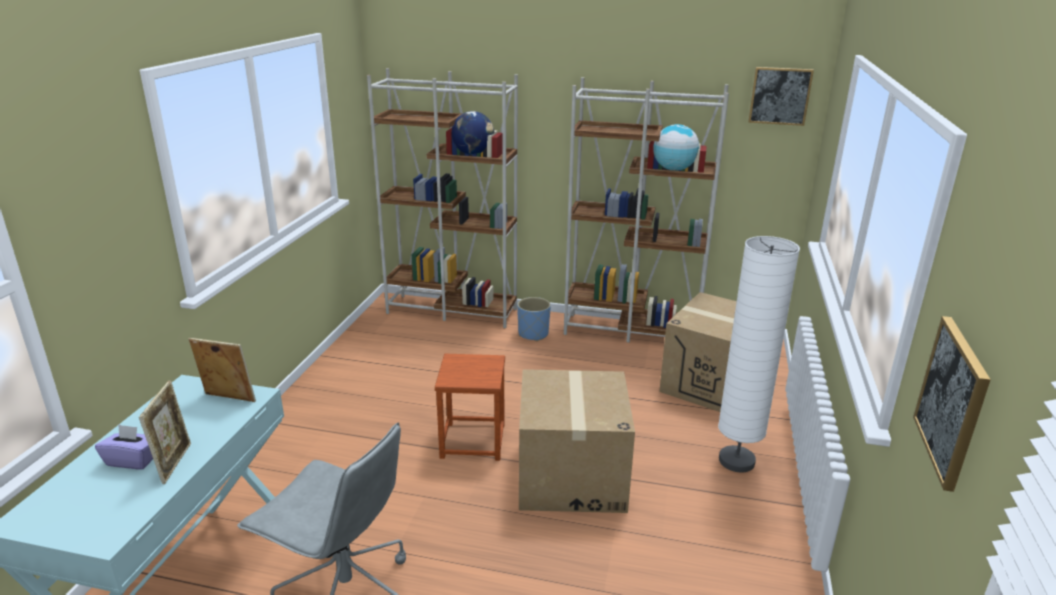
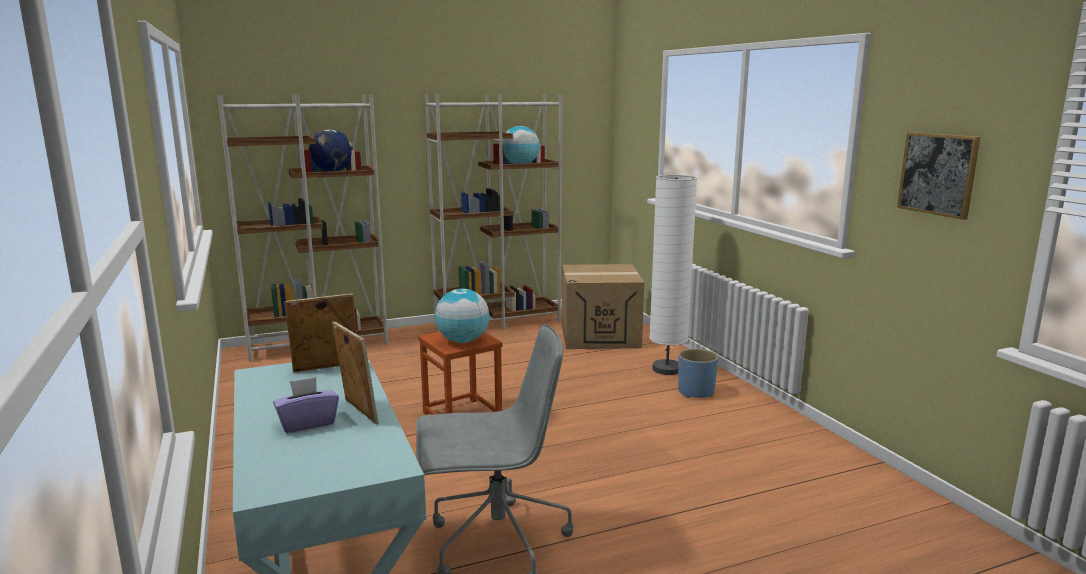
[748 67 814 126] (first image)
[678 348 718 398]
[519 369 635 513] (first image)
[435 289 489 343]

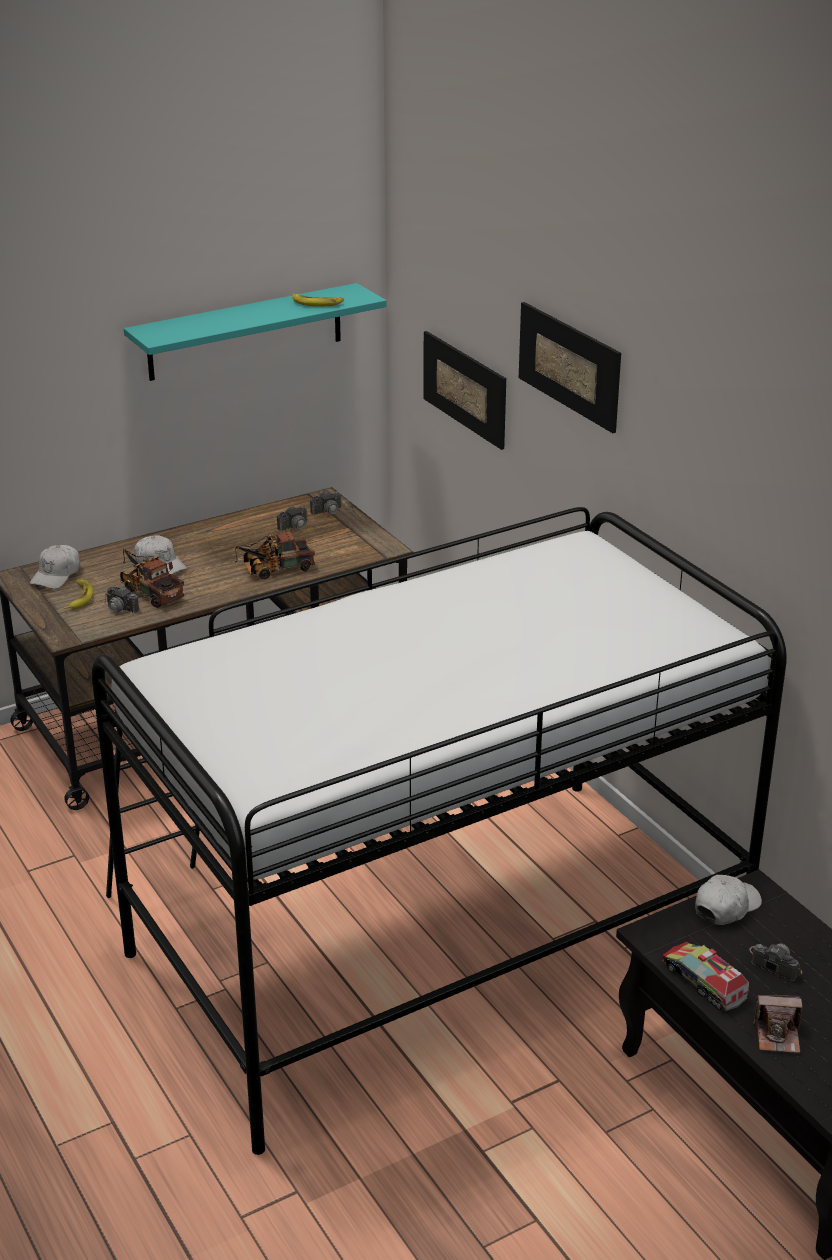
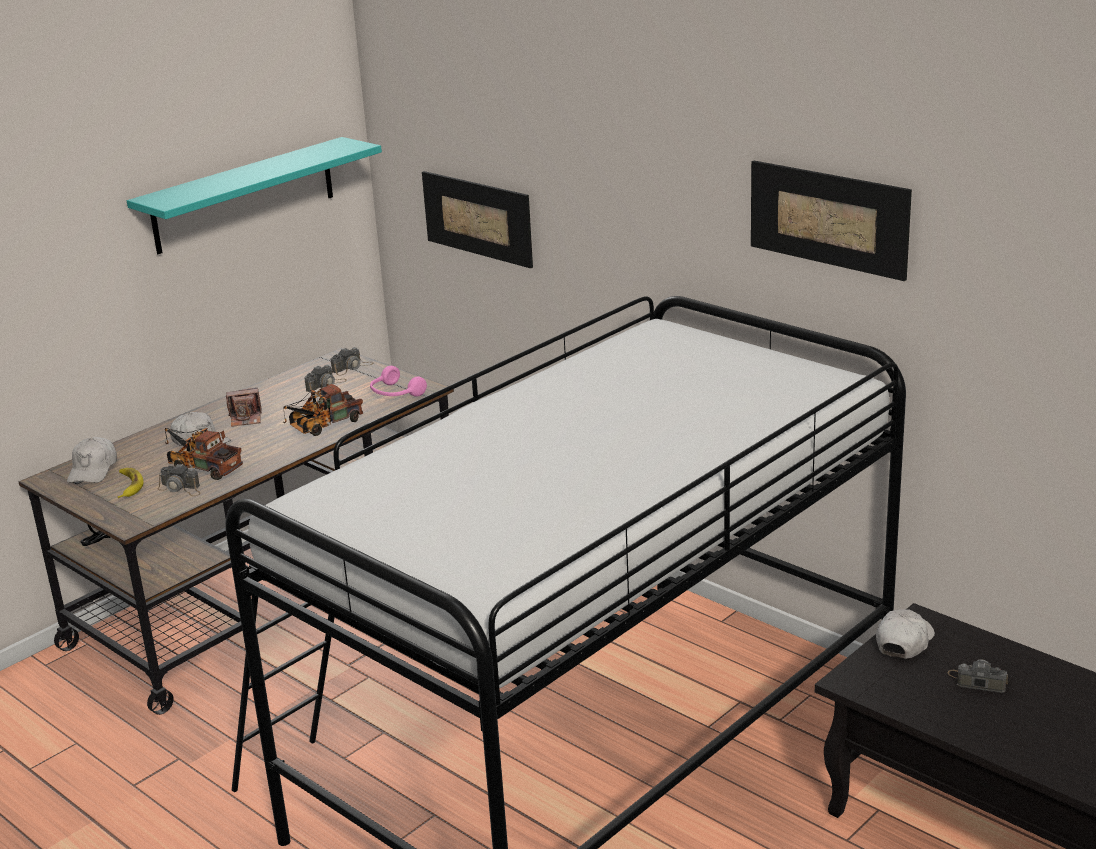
[292 293 344 306] (first image)
[751 161 912 281]
[662 942 749 1011] (first image)
[226 388 262 427]
[370 366 427 397]

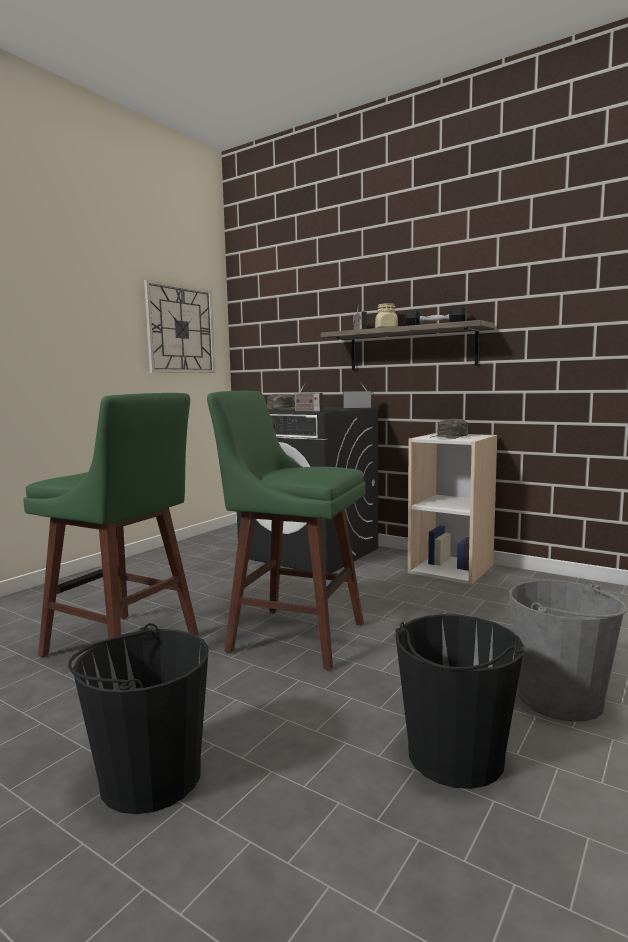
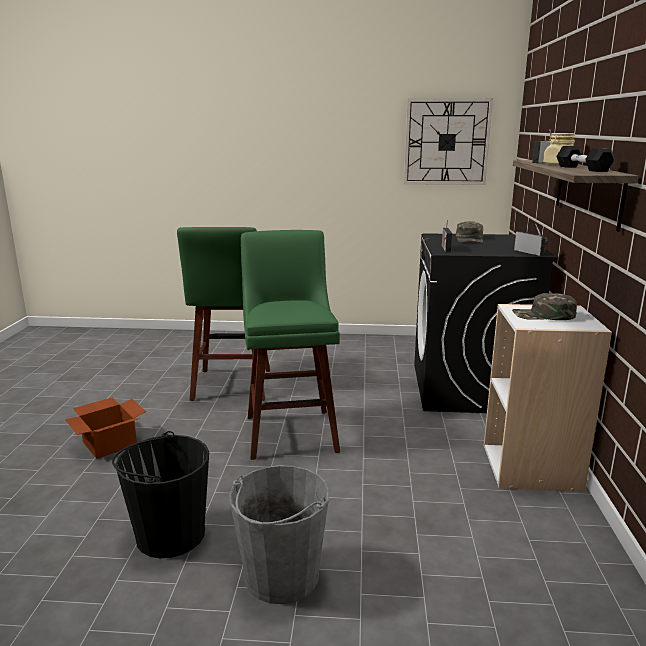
[65 397 146 459]

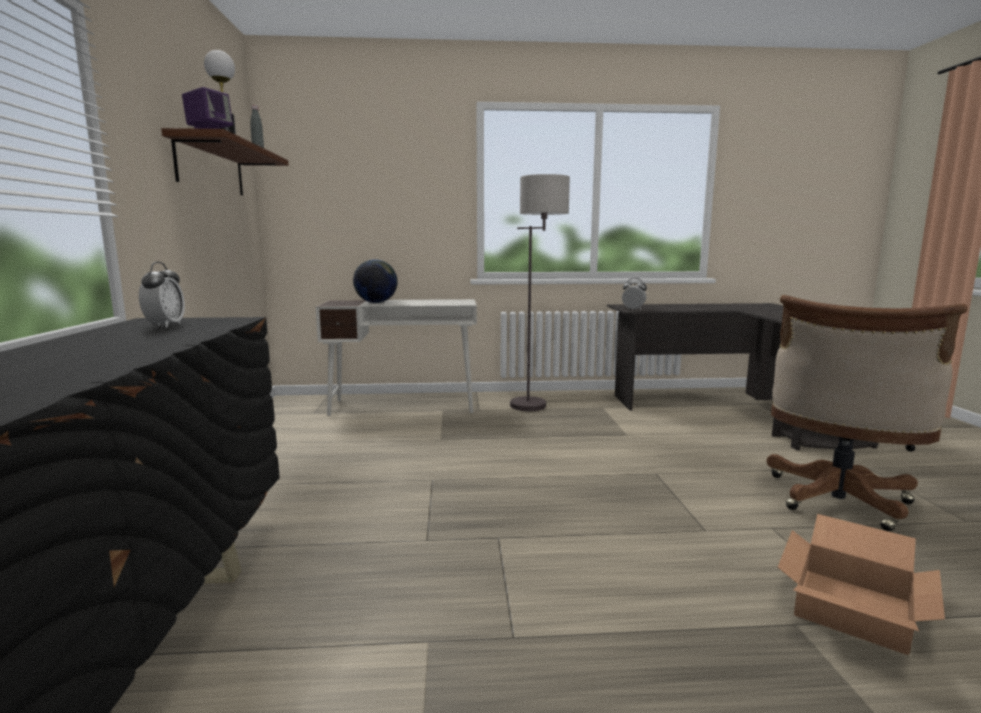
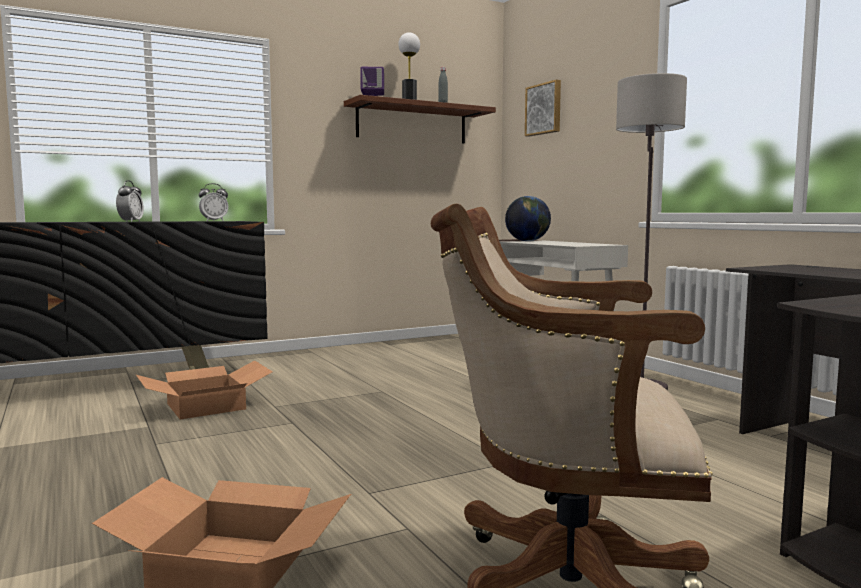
[116 180 144 222]
[525 80 561 136]
[136 360 273 420]

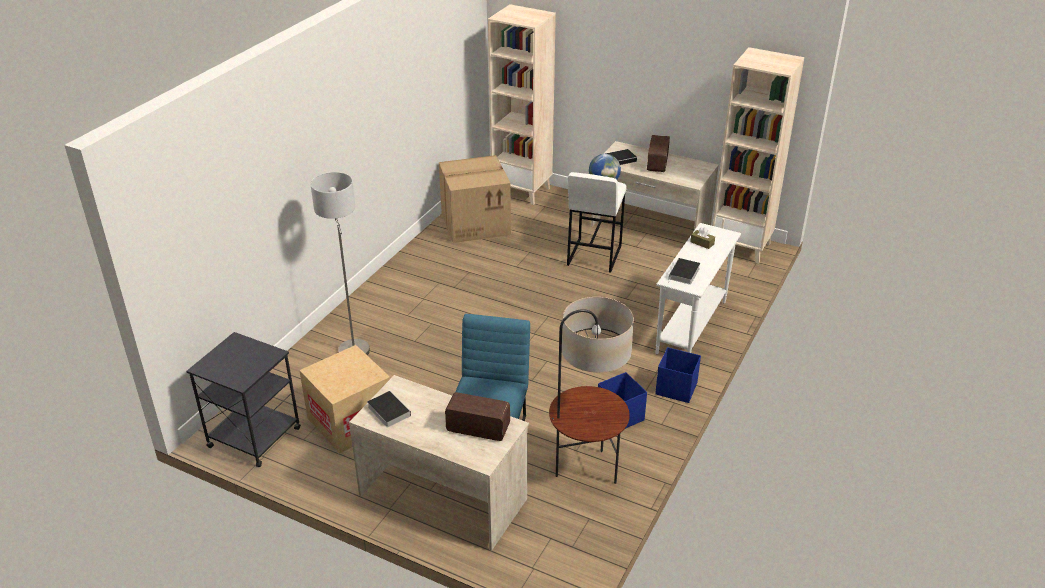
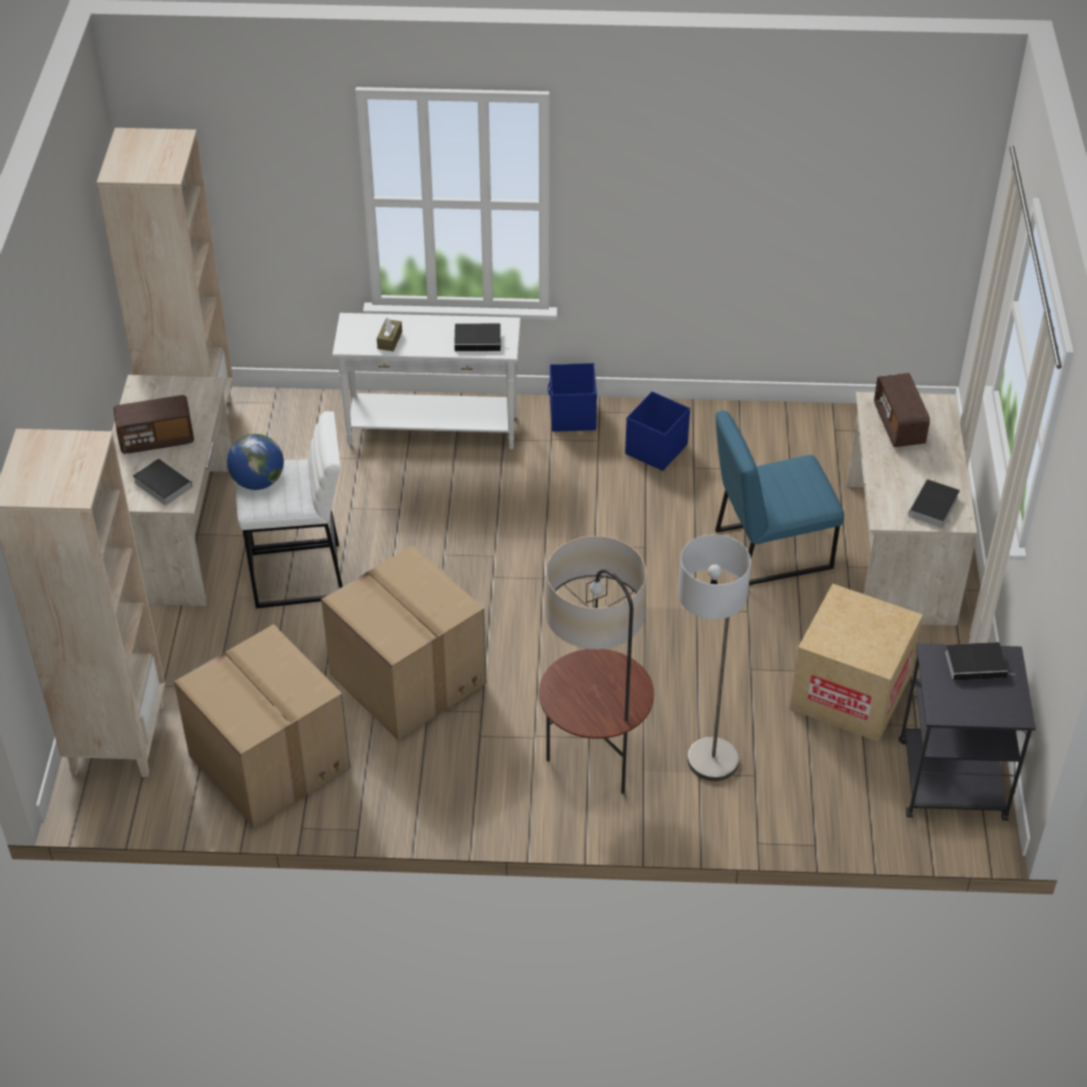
[539 536 654 794]
[321 545 487 740]
[945 642 1012 681]

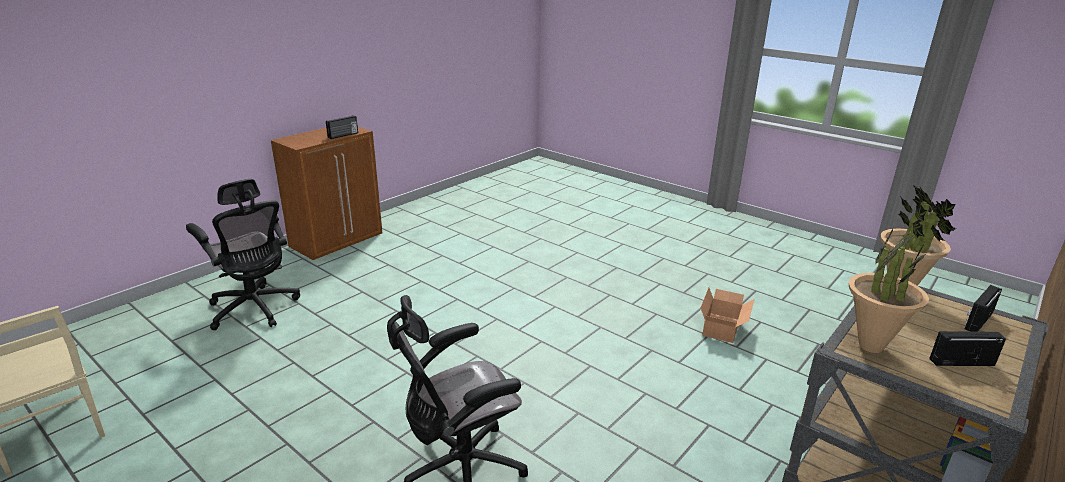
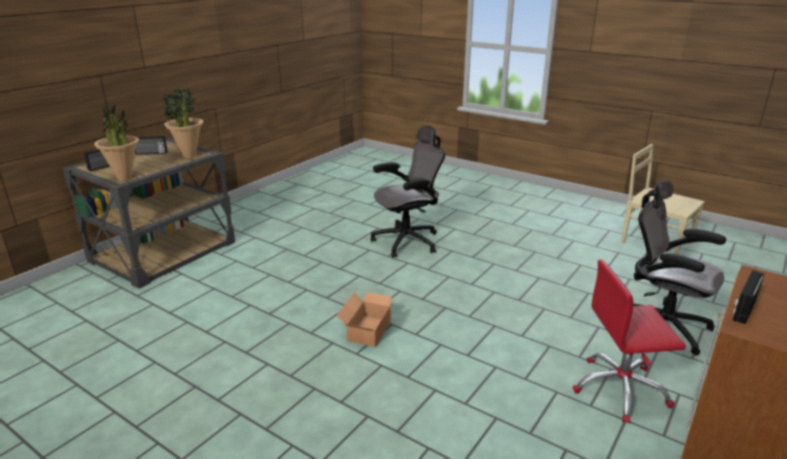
[337 292 395 347]
[572 260 686 423]

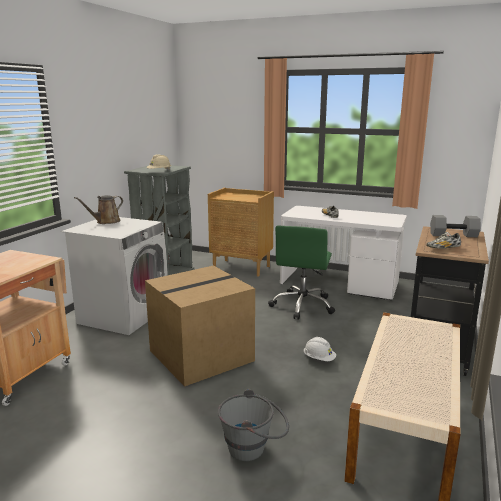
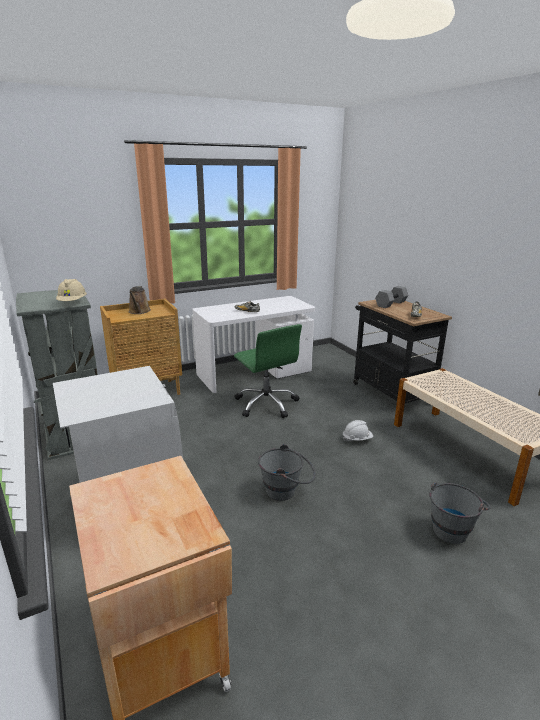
[129 286 151 314]
[258 444 316 501]

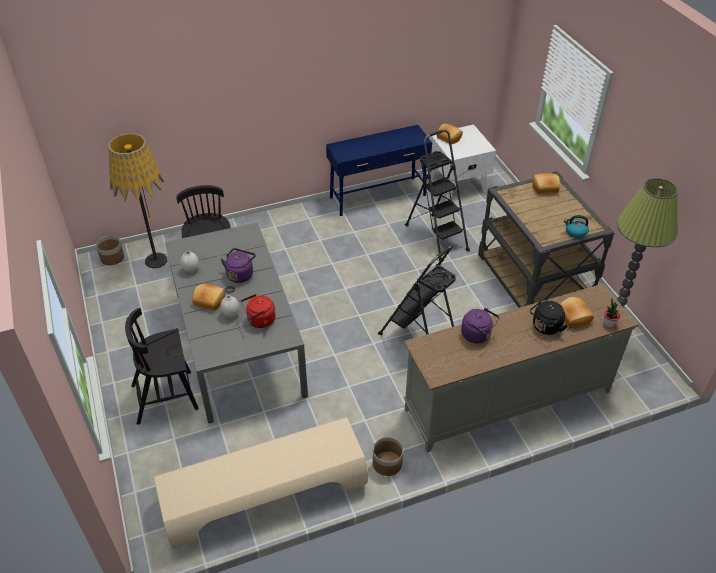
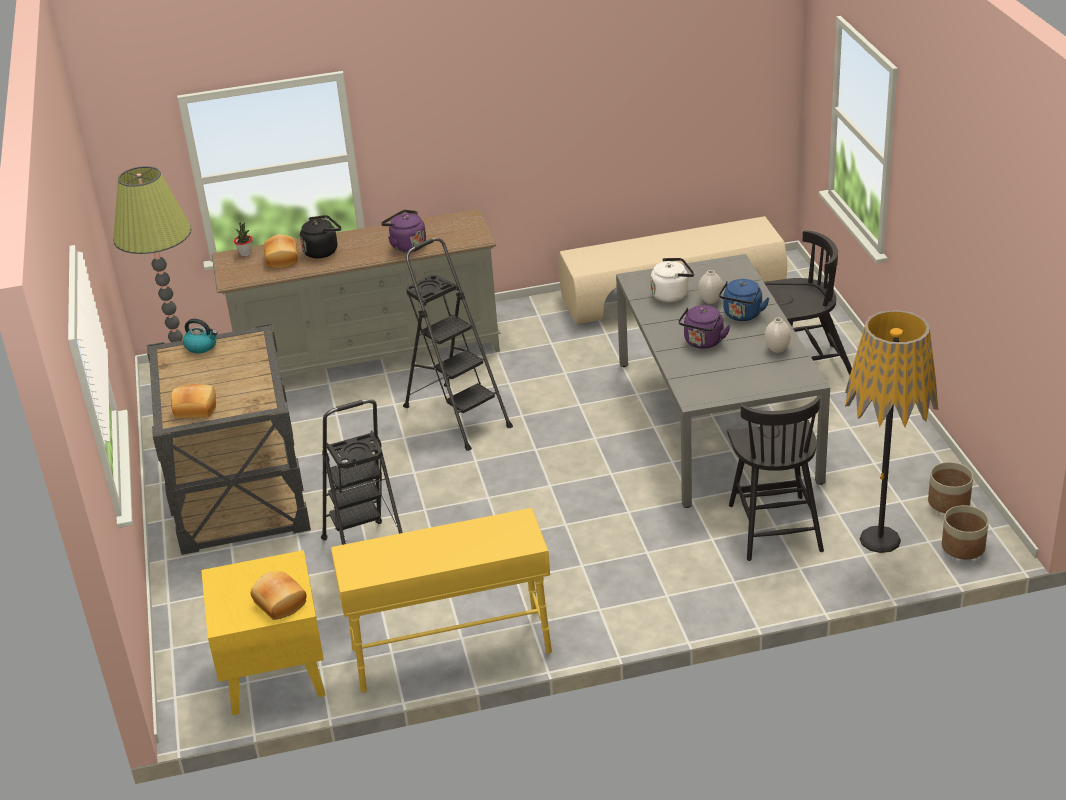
[331 508 552 693]
[201 550 326 715]
[719 279 769 321]
[651 258 694 302]
[928 462 973 513]

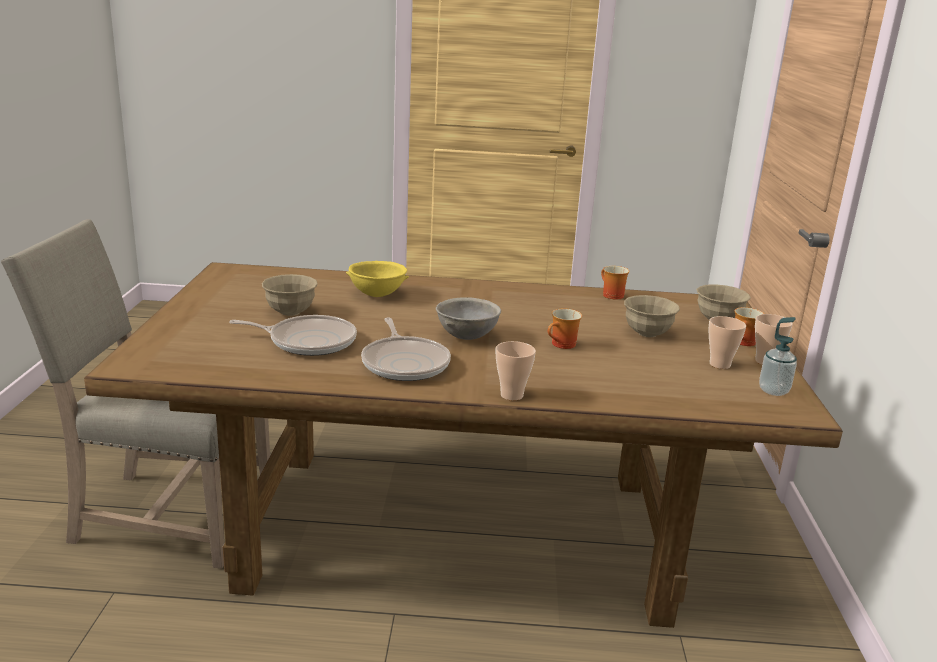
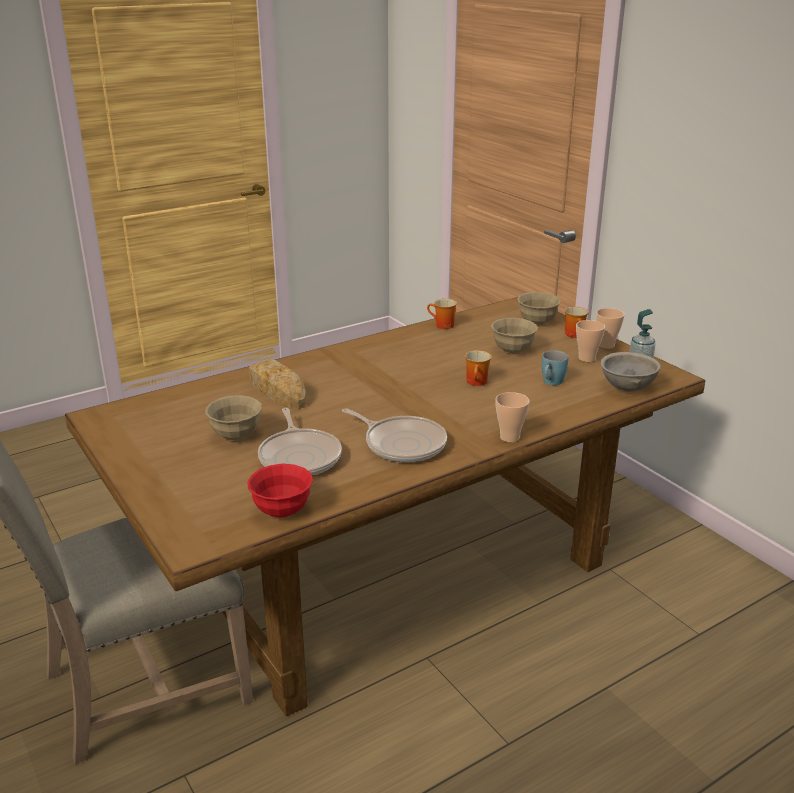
[249 359 306 409]
[601 352 661 392]
[258 408 342 476]
[542 350 569 385]
[247 463 313 518]

